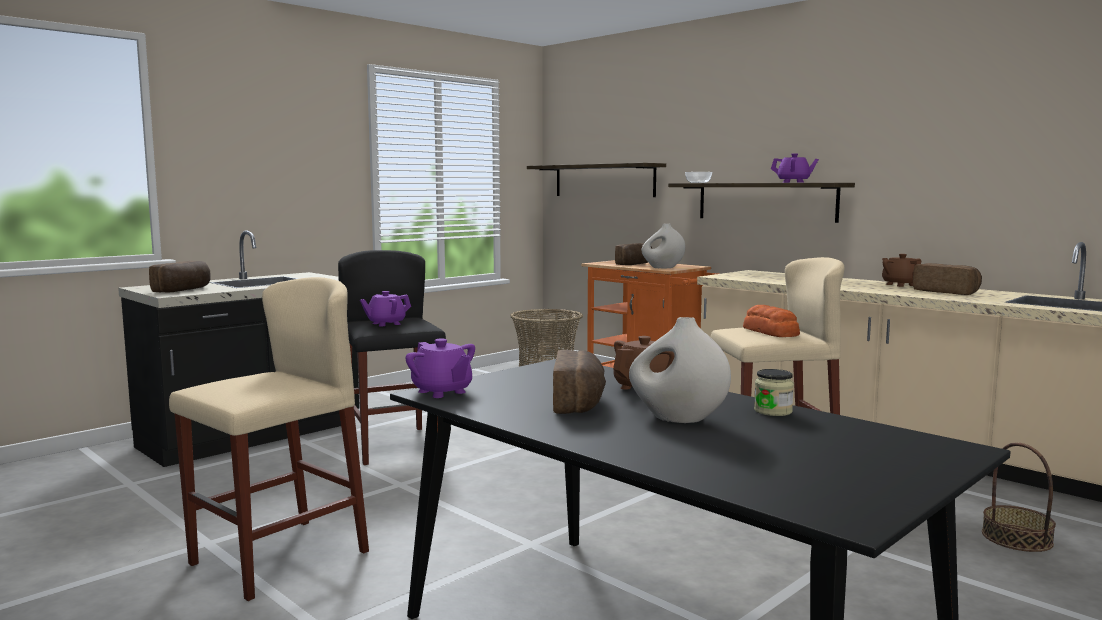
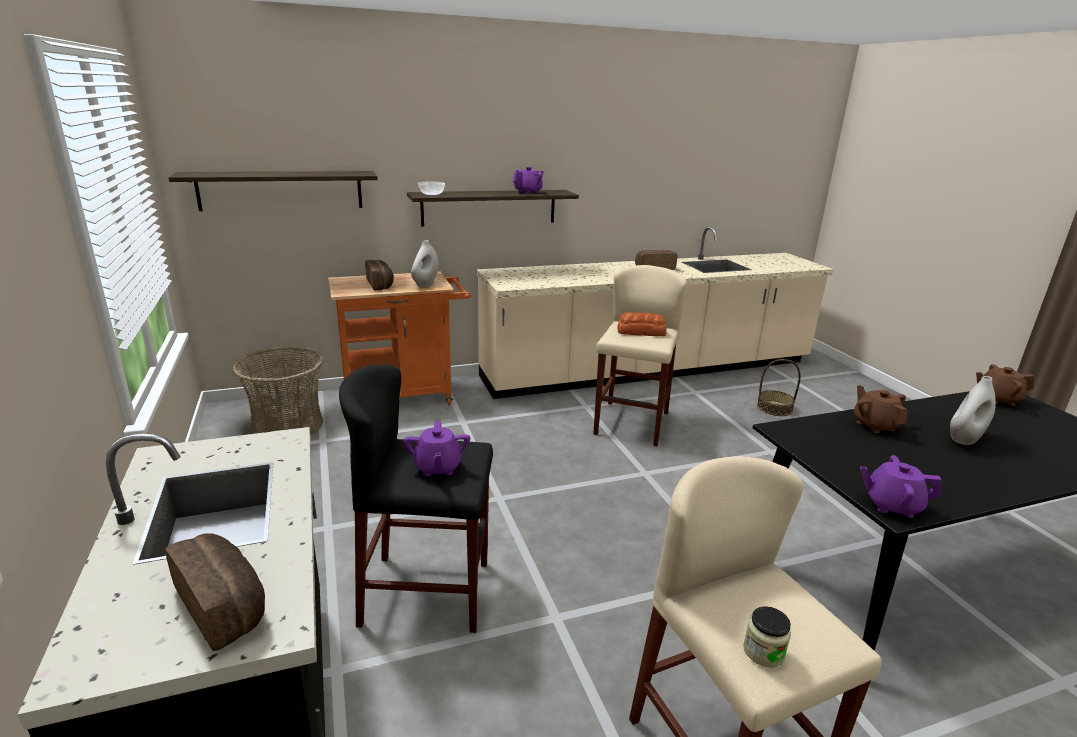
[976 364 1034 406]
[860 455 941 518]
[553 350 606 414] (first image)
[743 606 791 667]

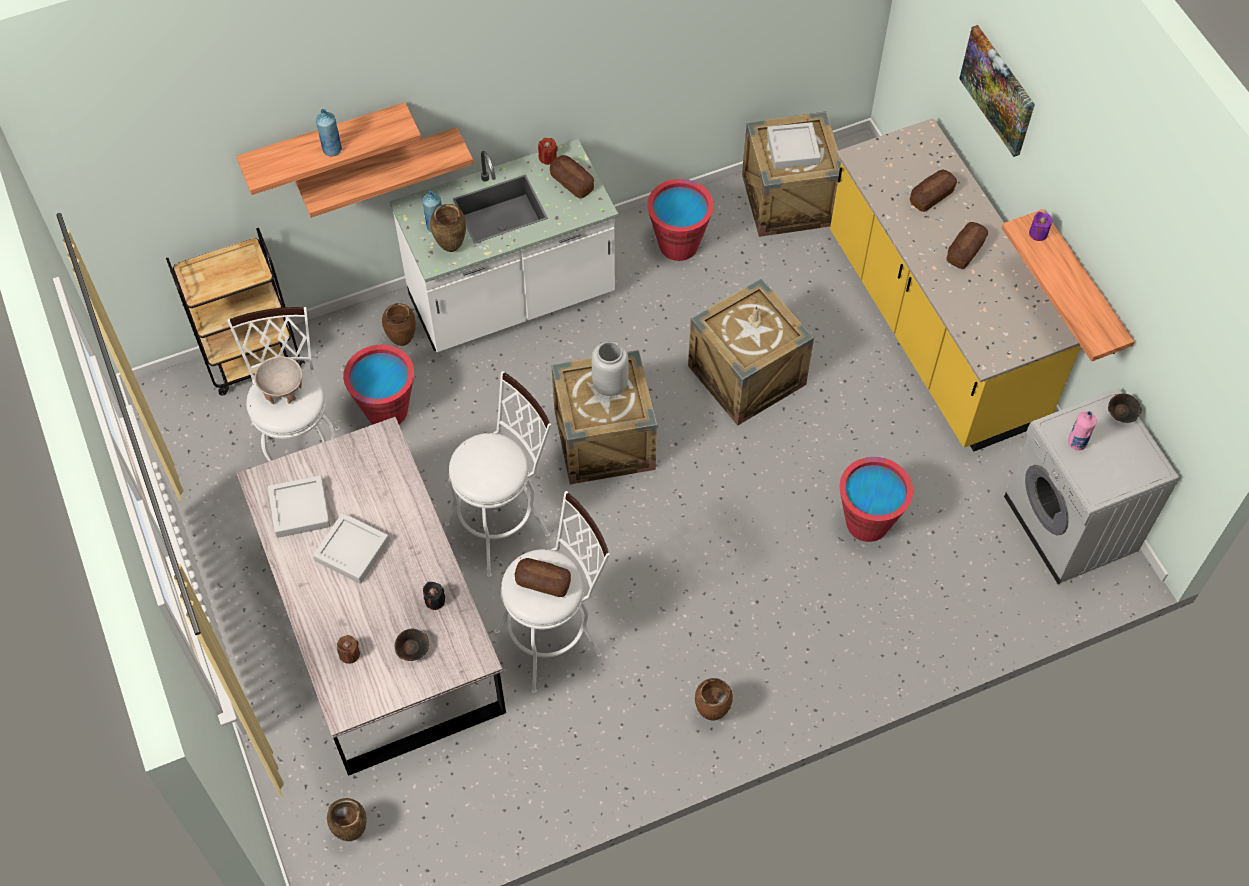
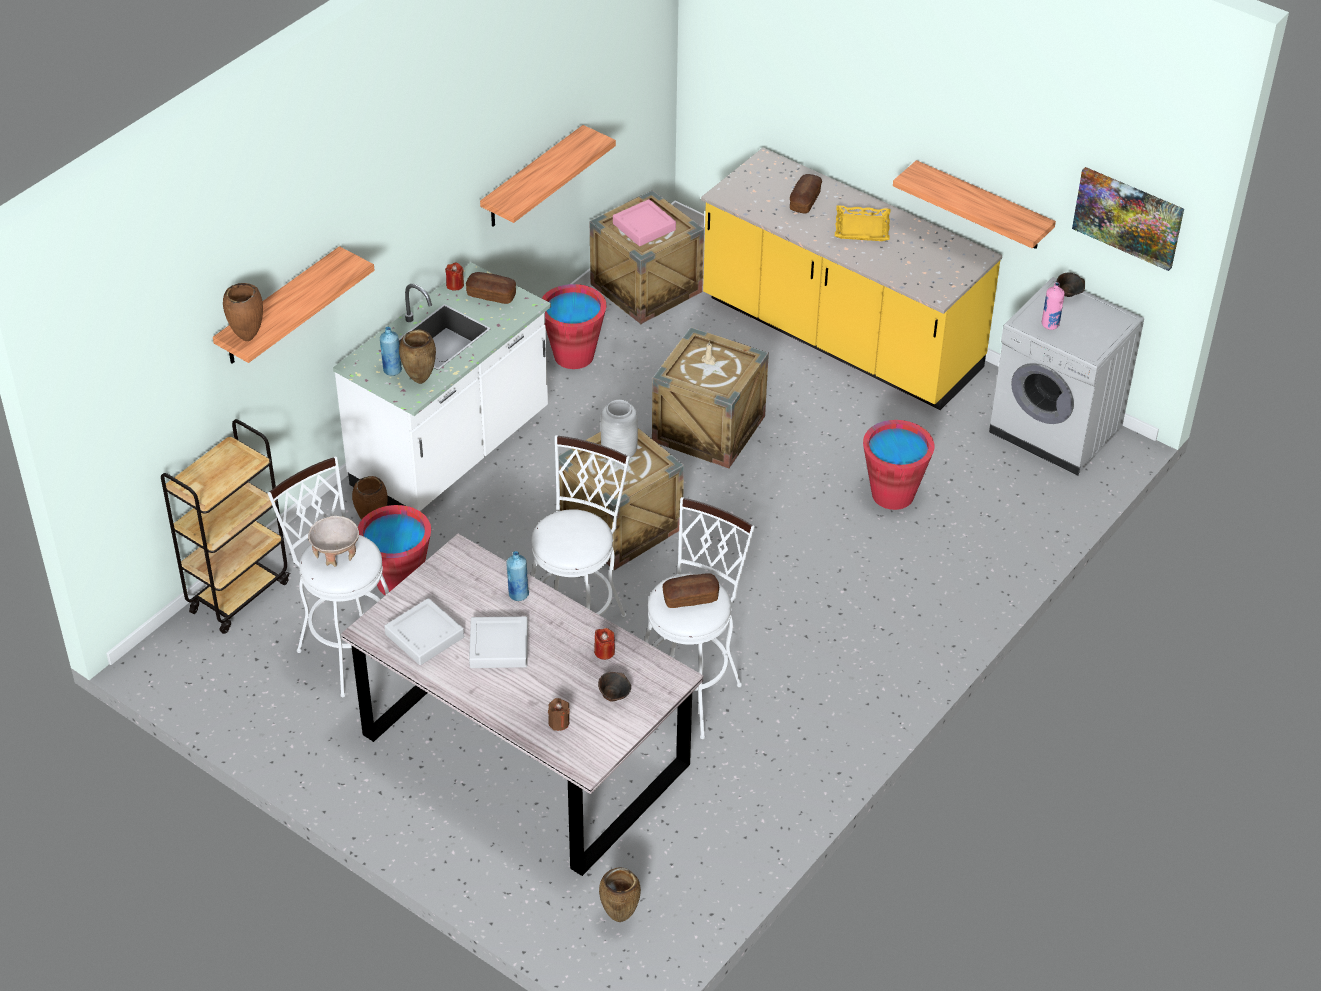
[1072 167 1184 271]
[506 551 529 601]
[613 199 676 246]
[480 125 616 227]
[1029 212 1052 241] (first image)
[835 205 890 241]
[594 628 615 660]
[223 283 263 341]

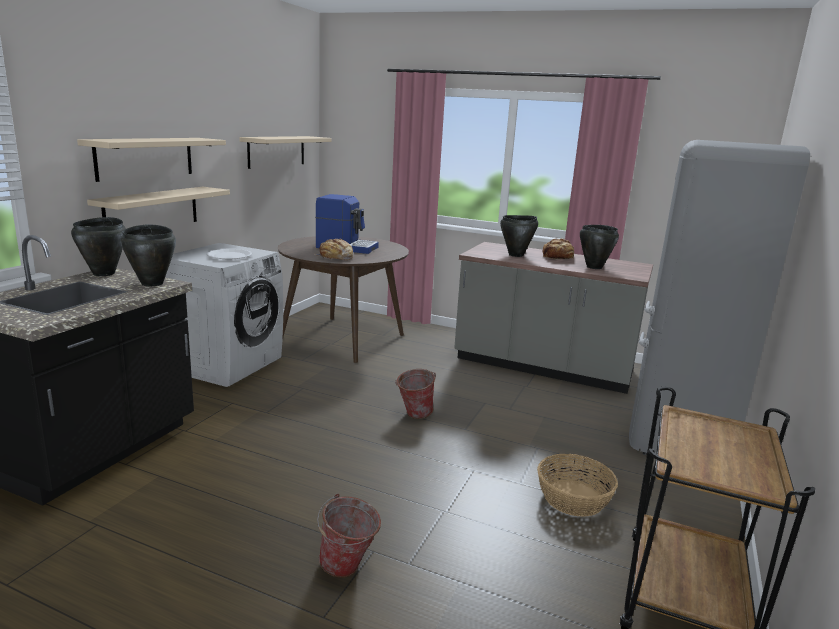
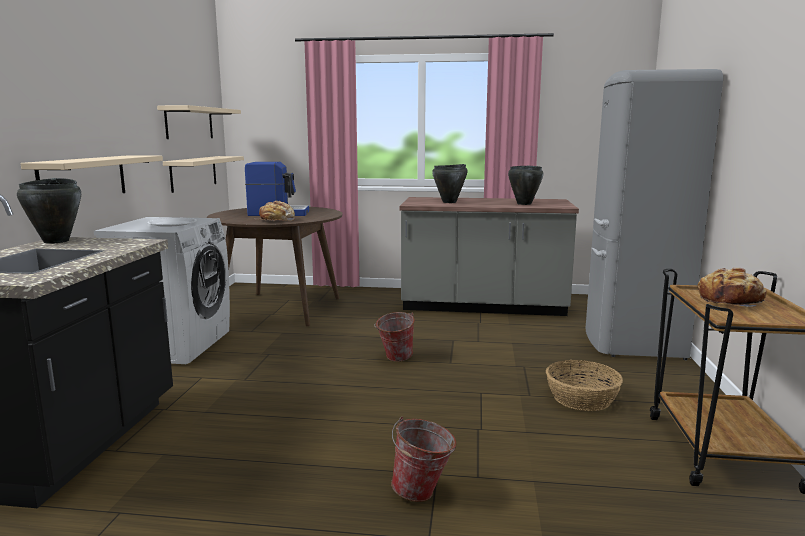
[163 156 244 193]
[120 225 176 286] (first image)
[697 268 767 307]

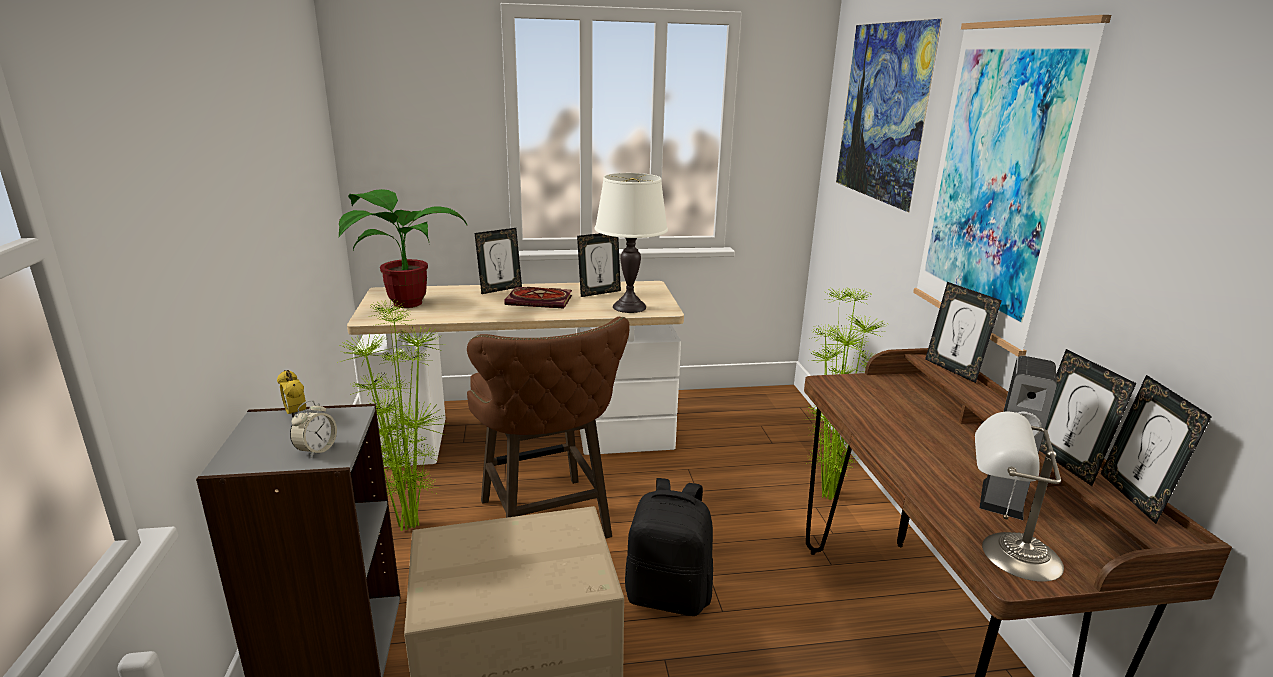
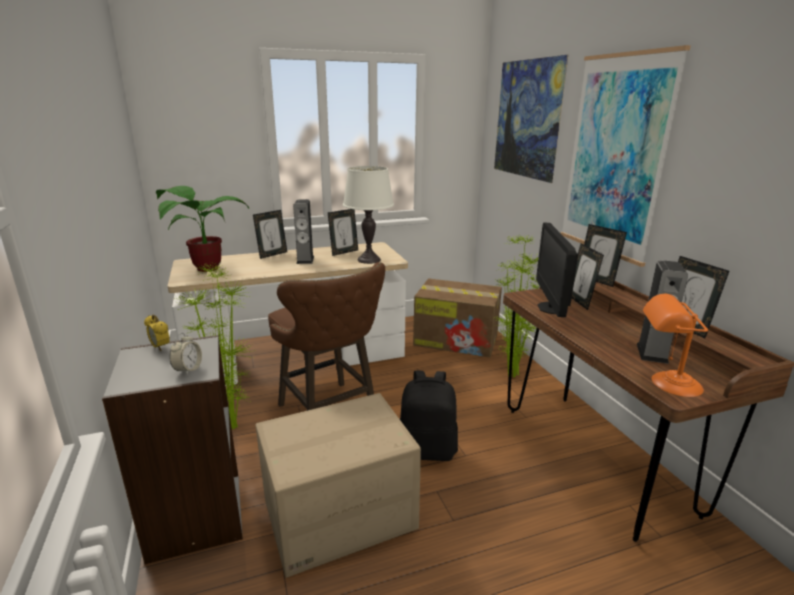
[293 199 314 264]
[572 243 604 310]
[643 294 708 397]
[536 223 578 317]
[413 278 502 357]

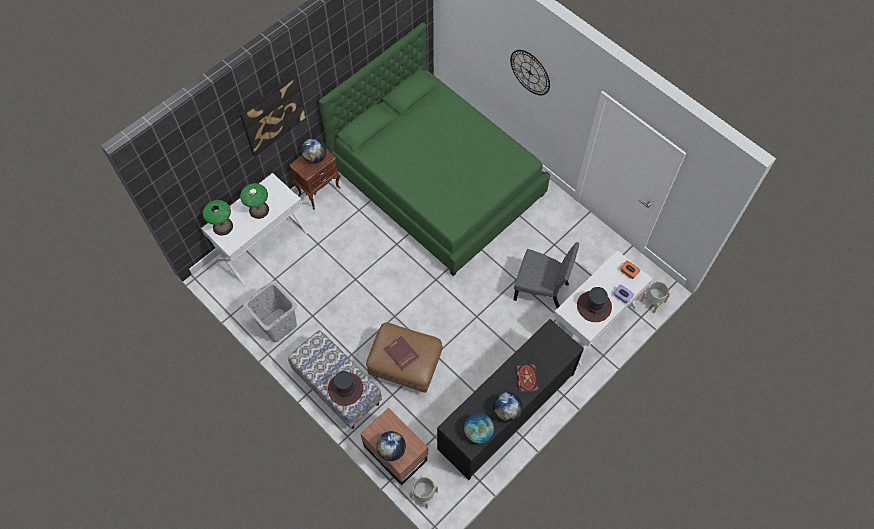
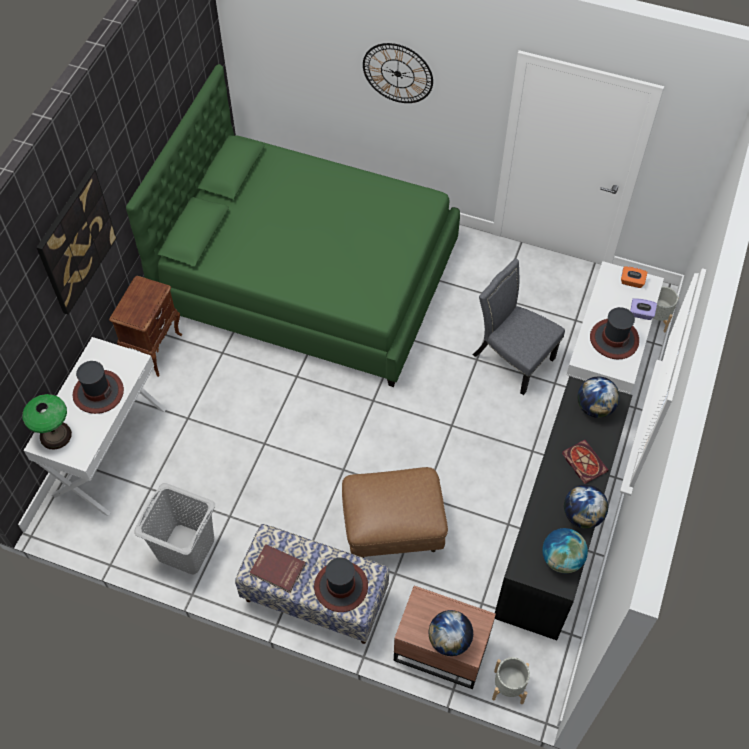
[578 377 620 418]
[73 361 124 414]
[472 259 565 395]
[249 544 306 593]

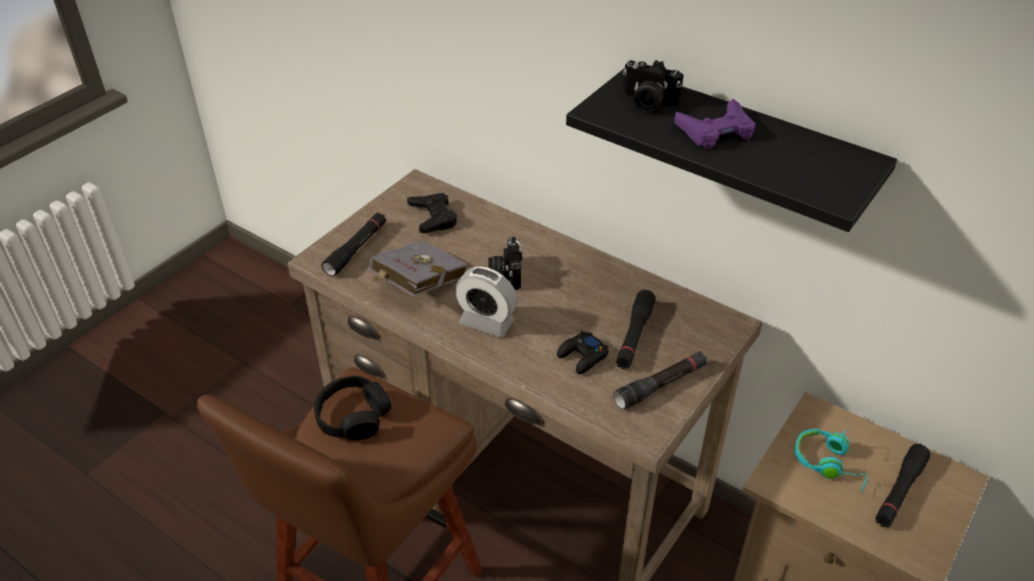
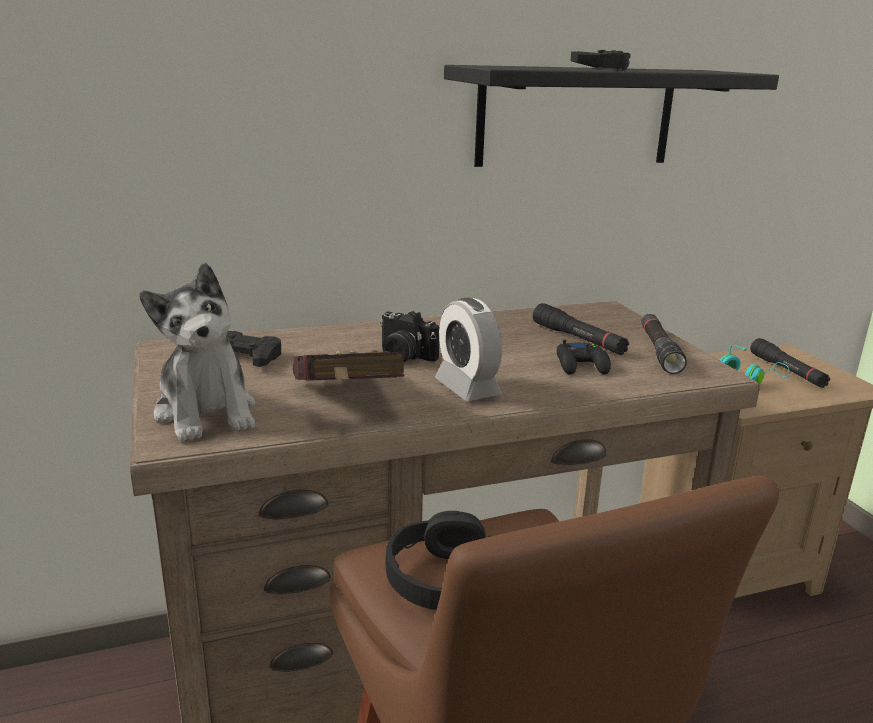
[623 60 684 112] (first image)
[571 50 631 70]
[139 263 256 442]
[293 350 404 381]
[435 298 502 401]

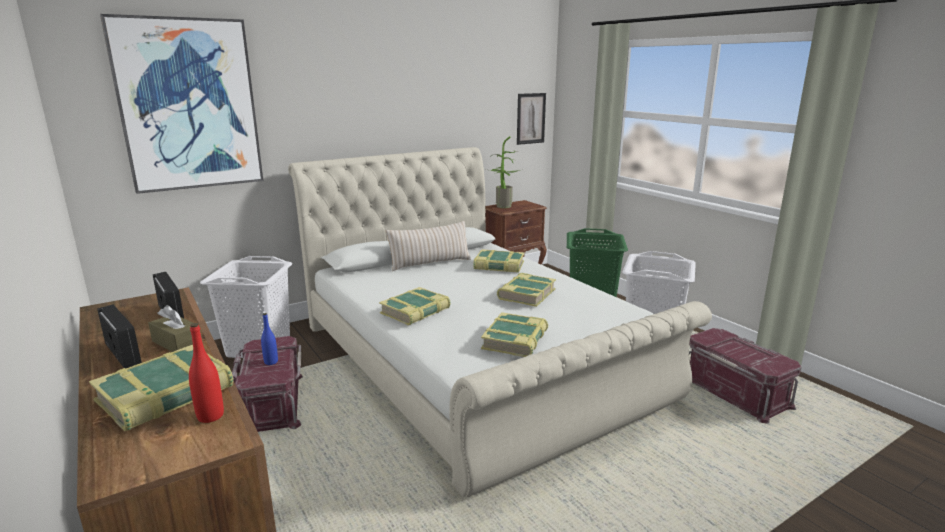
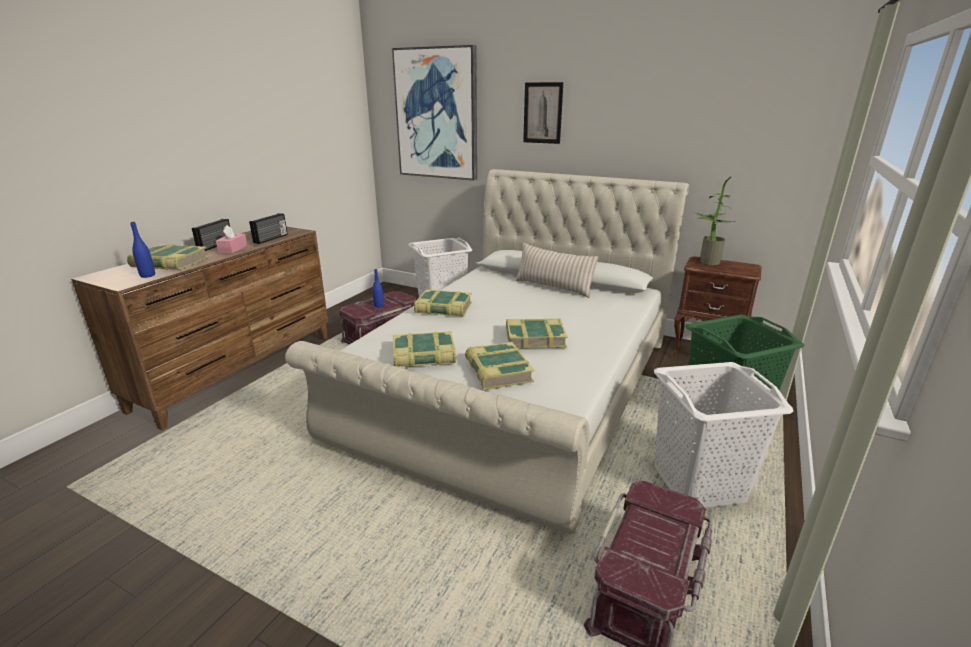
[523 82 563 144]
[465 342 534 390]
[216 225 247 253]
[130 222 155 278]

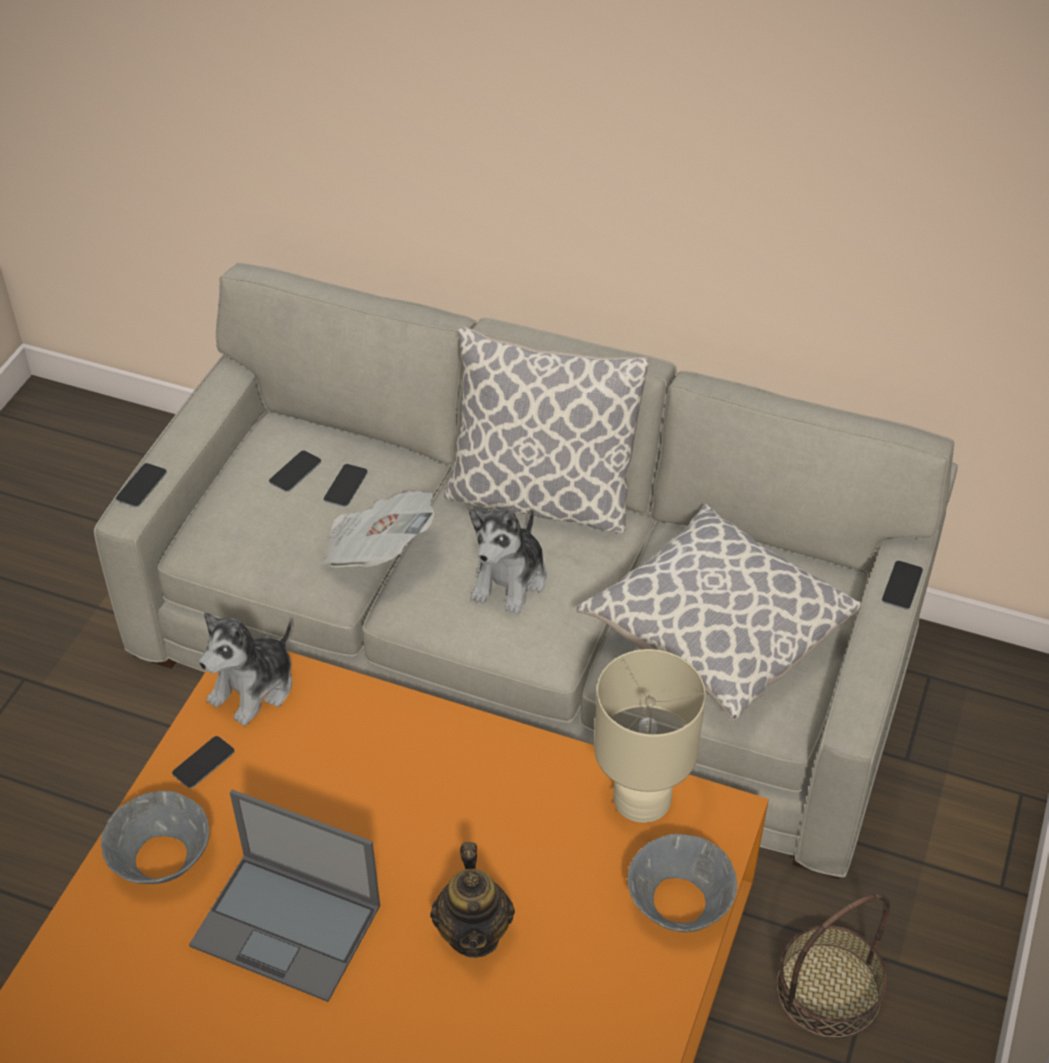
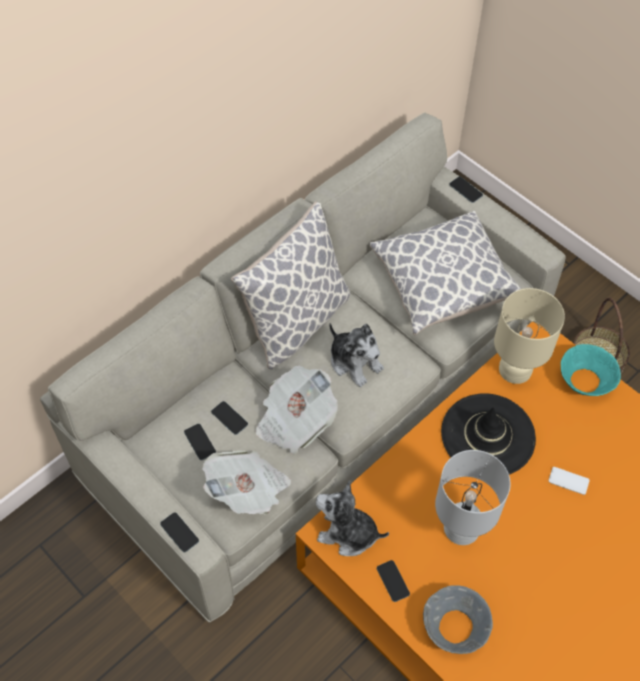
[316 481 389 556]
[189 790 380 1002] (first image)
[561 344 621 396]
[548 467 590 495]
[441 393 536 475]
[435 450 510 545]
[202 451 291 515]

